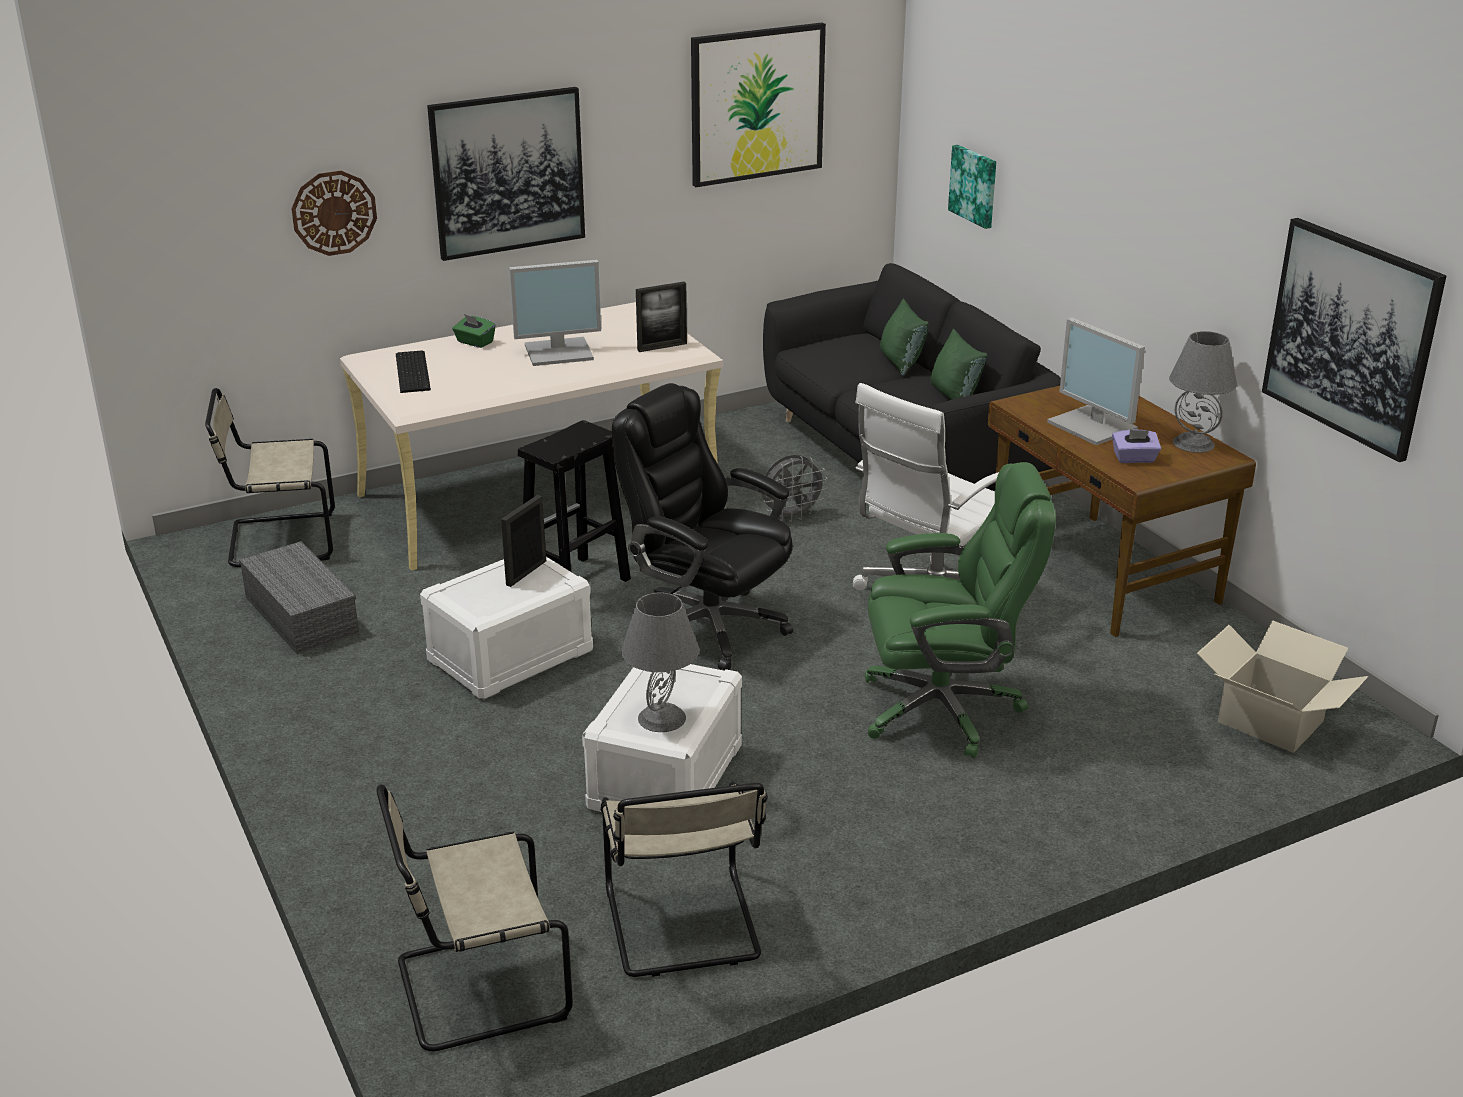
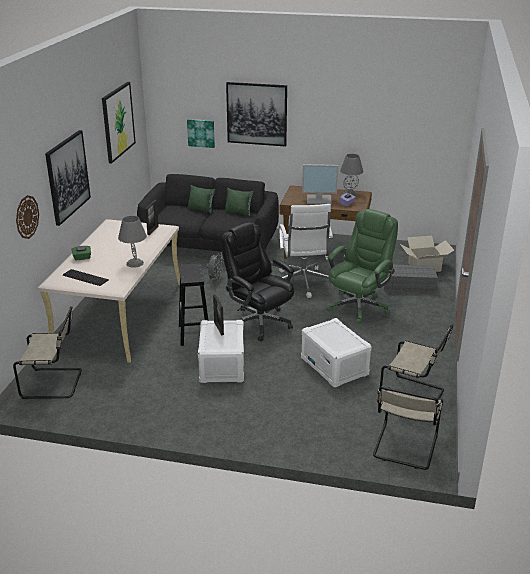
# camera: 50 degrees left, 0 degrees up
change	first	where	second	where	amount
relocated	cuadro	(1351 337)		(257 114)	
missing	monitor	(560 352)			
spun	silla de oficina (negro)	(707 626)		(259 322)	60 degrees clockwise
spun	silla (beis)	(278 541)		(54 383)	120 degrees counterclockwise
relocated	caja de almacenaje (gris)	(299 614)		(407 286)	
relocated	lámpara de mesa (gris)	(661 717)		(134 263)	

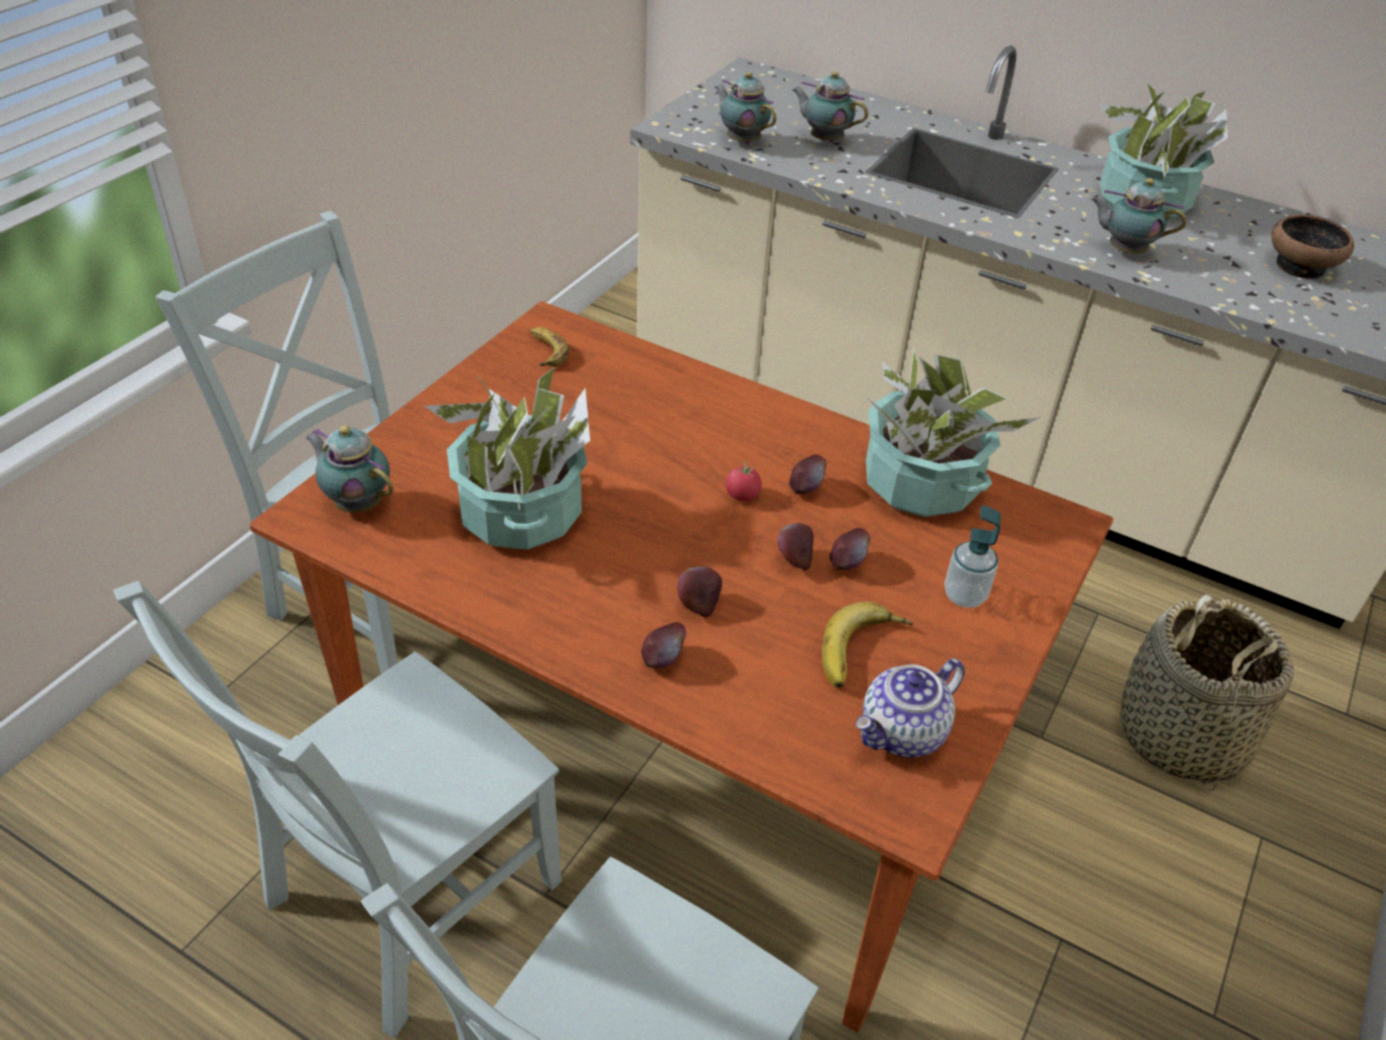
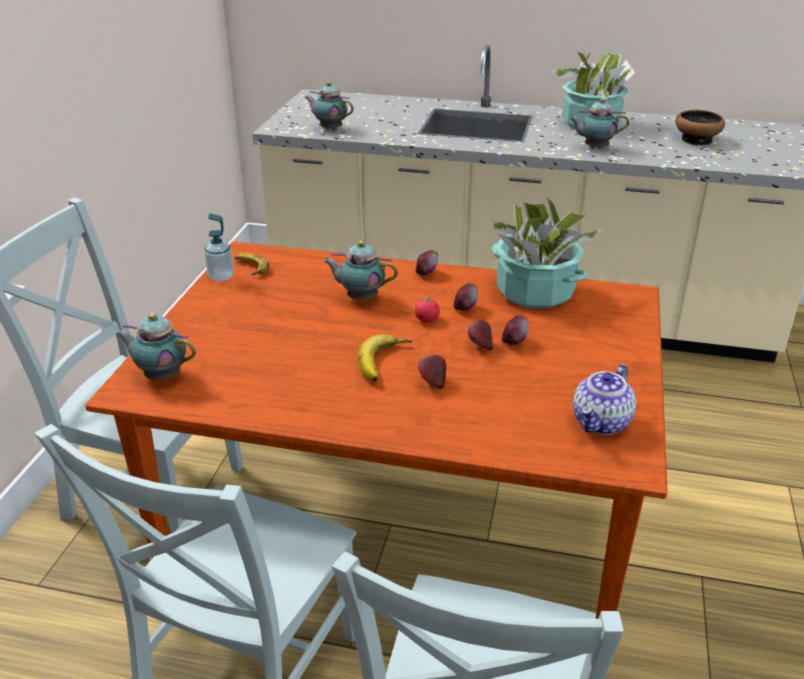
# camera: 15 degrees left, 10 degrees down
change	first	where	second	where	amount
relocated	tetera	(824 139)		(360 298)	
missing	planta en maceta	(521 514)			
relocated	dispensador de jabón	(964 596)		(221 277)	
missing	cesta	(1180 736)			
relocated	plátano	(863 652)		(385 363)	
relocated	manzana	(662 659)		(426 273)	

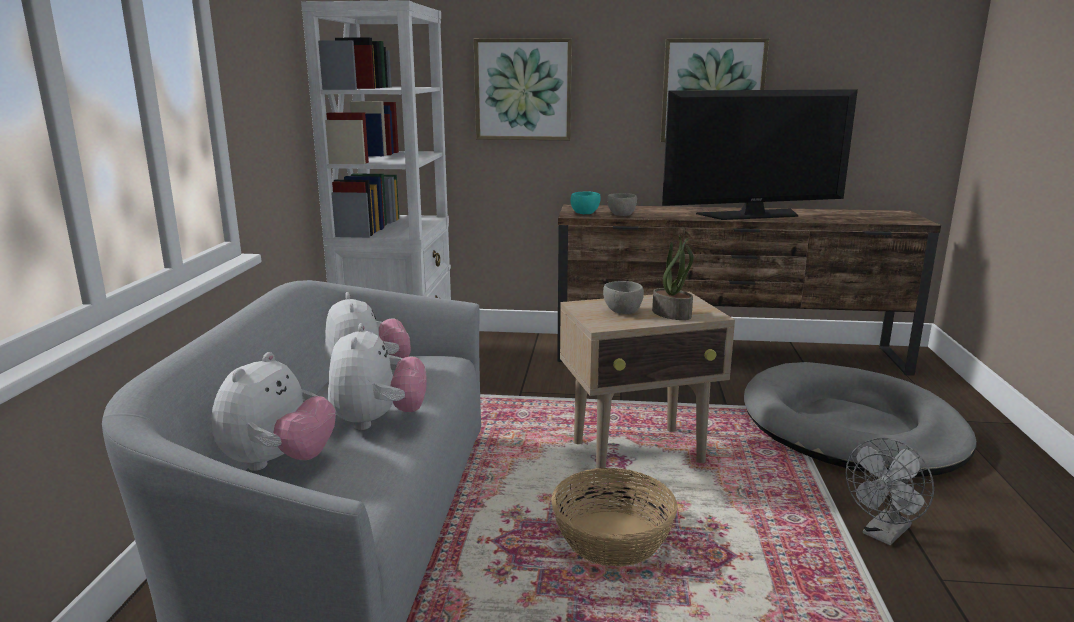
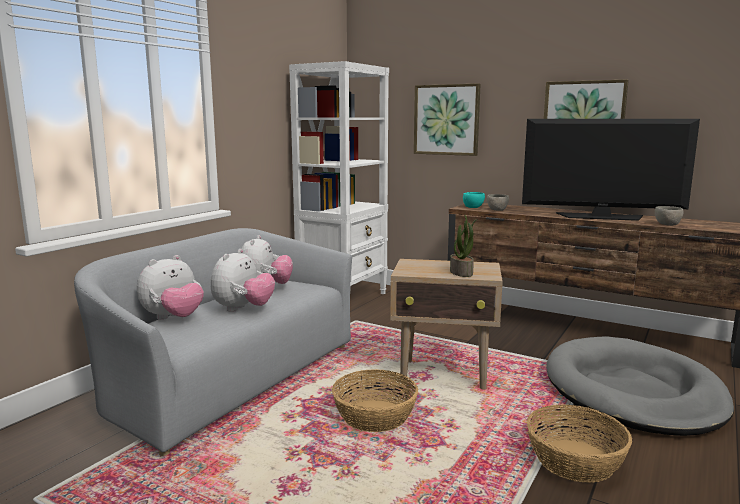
# camera: 25 degrees right, 5 degrees down
change	first	where	second	where	amount
relocated	cuenco (gris)	(622 311)		(667 224)	
exchanged	ventilador (gris)	(883 534)	cesta	(575 460)	

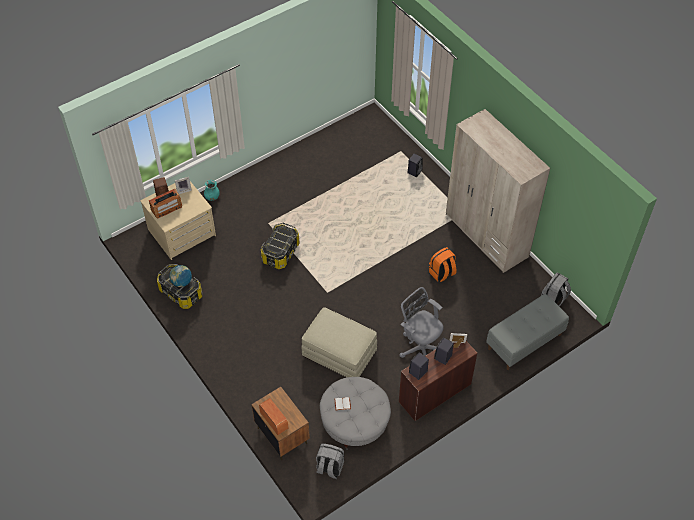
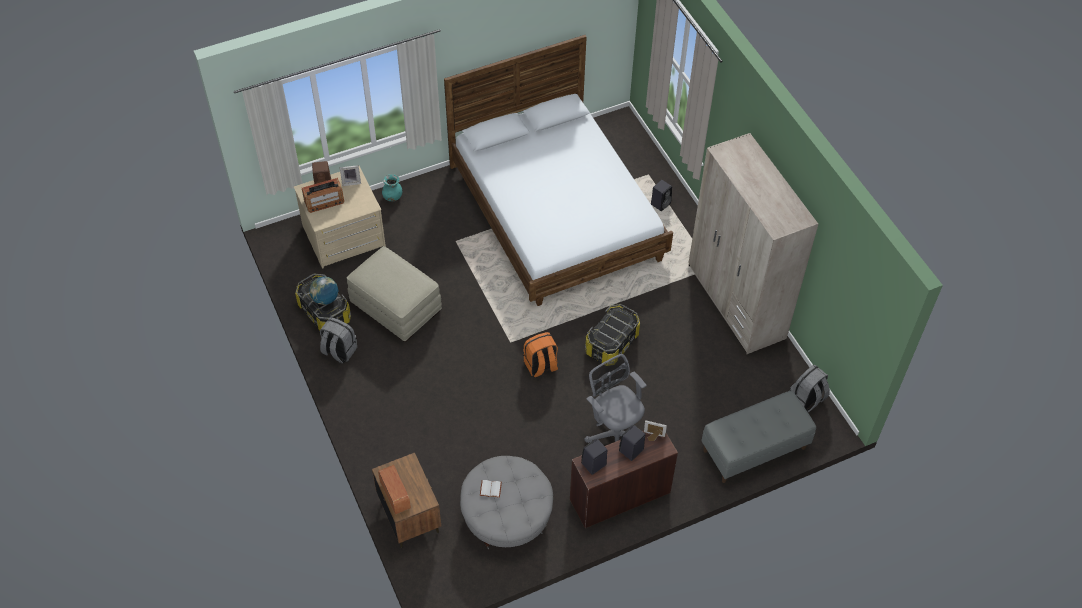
# camera: 10 degrees right, 0 degrees up
change	first	where	second	where	amount
relocated	caja de almacenaje	(280 252)		(611 343)	
relocated	mochila (naranja)	(442 273)		(540 366)	
relocated	puf (beis)	(339 354)		(395 307)	
relocated	mochila (gris)	(329 468)		(339 351)	
appeared			cama	(556 211)	

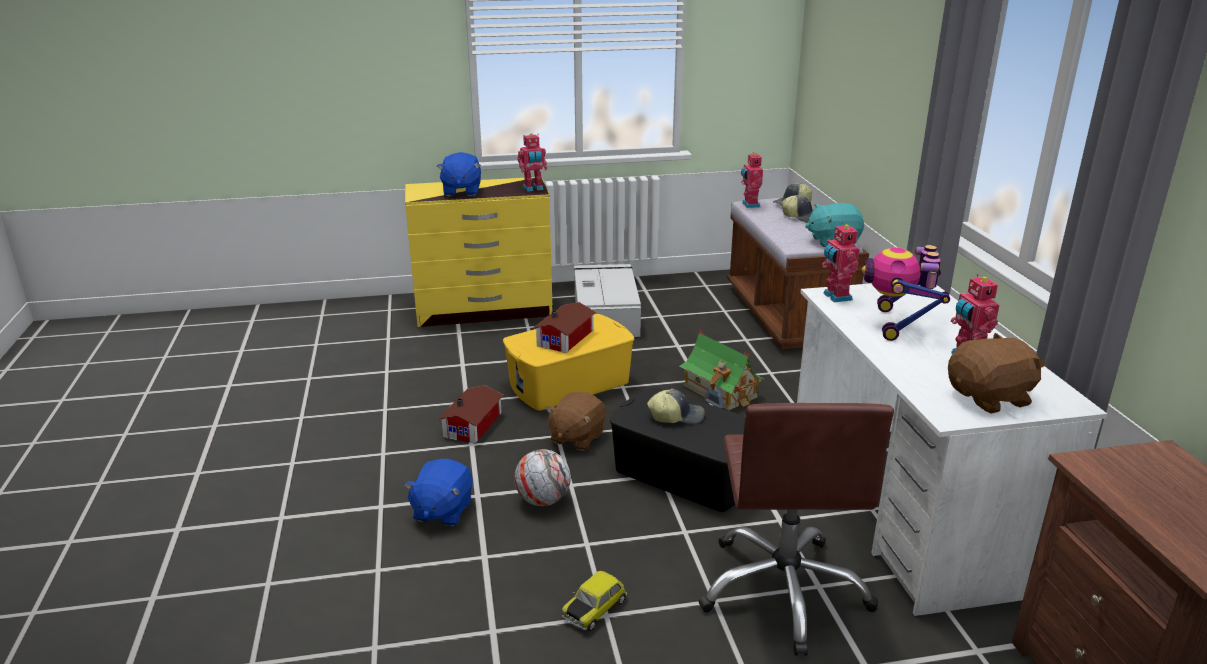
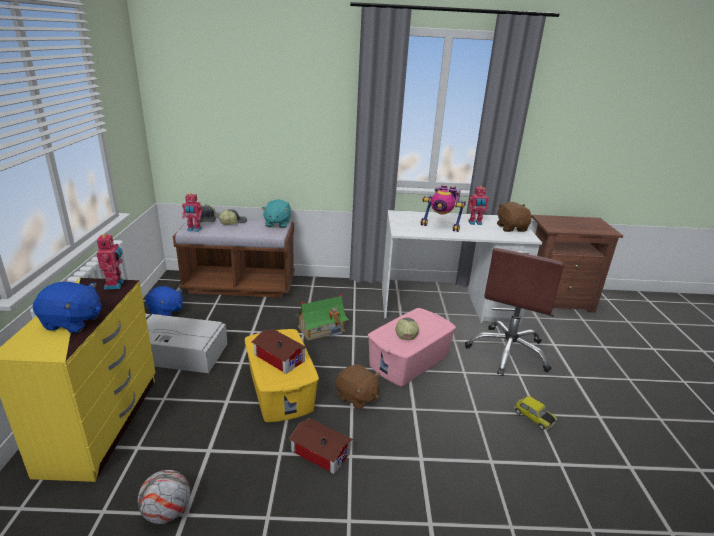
# camera: 80 degrees left, 0 degrees up
change	first	where	second	where	amount
missing	robot de juguete	(835 297)			
colour	caja de almacenaje (negro)	(685 474)	caja de almacenaje (rosa)	(409 361)	
spun	silla de oficina (marrón)	(784 590)		(508 352)	105 degrees clockwise
relocated	balón de fútbol	(543 500)		(167 512)	
relocated	peluche (azul)	(442 511)		(166 311)	

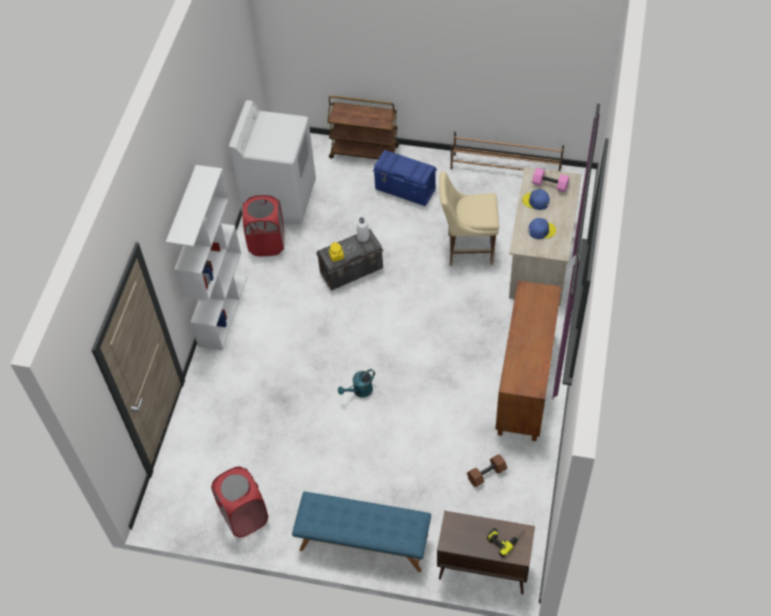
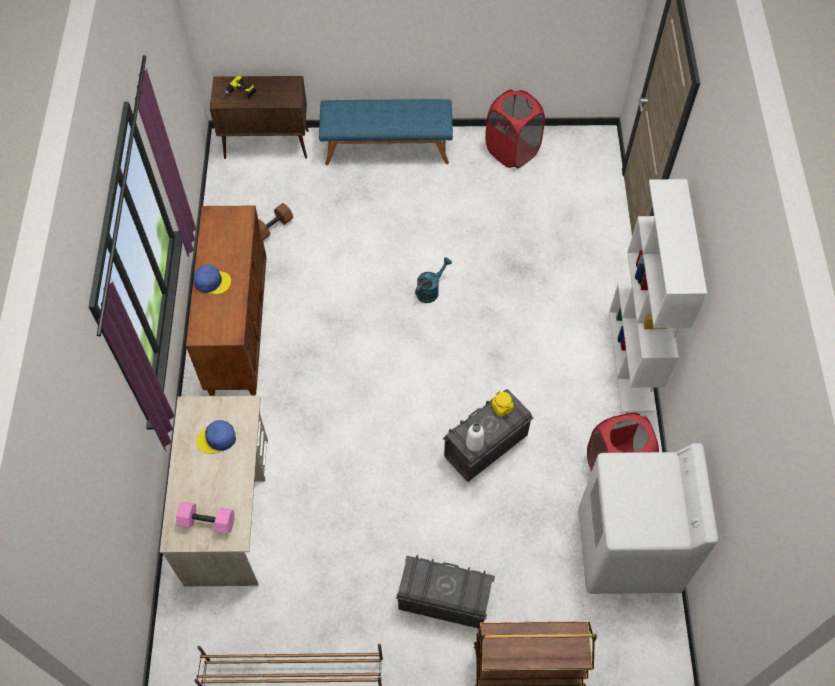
# camera: 165 degrees right, 5 degrees up
change	first	where	second	where	amount
colour	caja de almacenaje (azul)	(405 190)	caja de almacenaje (gris)	(444 600)	
missing	silla (beis)	(467 248)			
relocated	gorra (azul)	(536 201)		(212 281)	

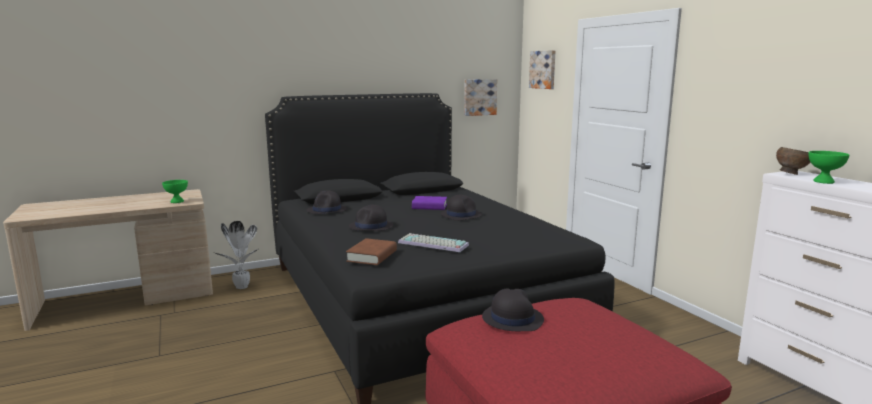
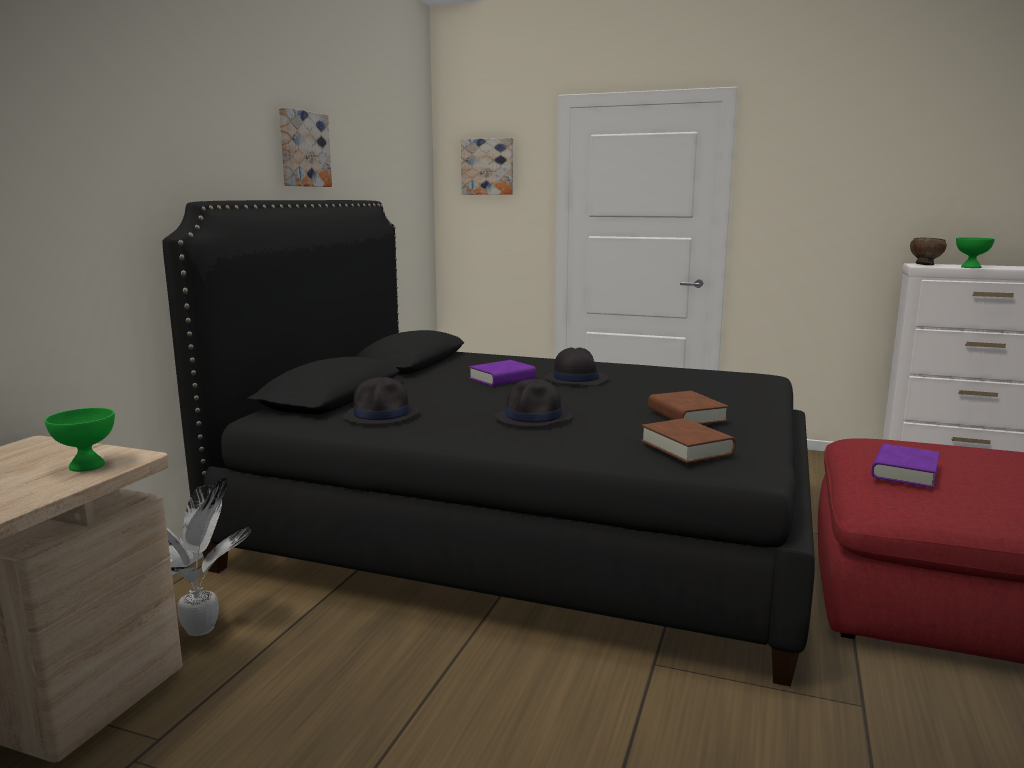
# camera: 45 degrees left, 0 degrees up
change	first	where	second	where	amount
relocated	cuadro	(479 97)		(303 149)	
exchanged	teclado	(431 244)	libro (marrón)	(686 415)	
exchanged	sombrero (negro)	(512 318)	libro (morado)	(904 472)	

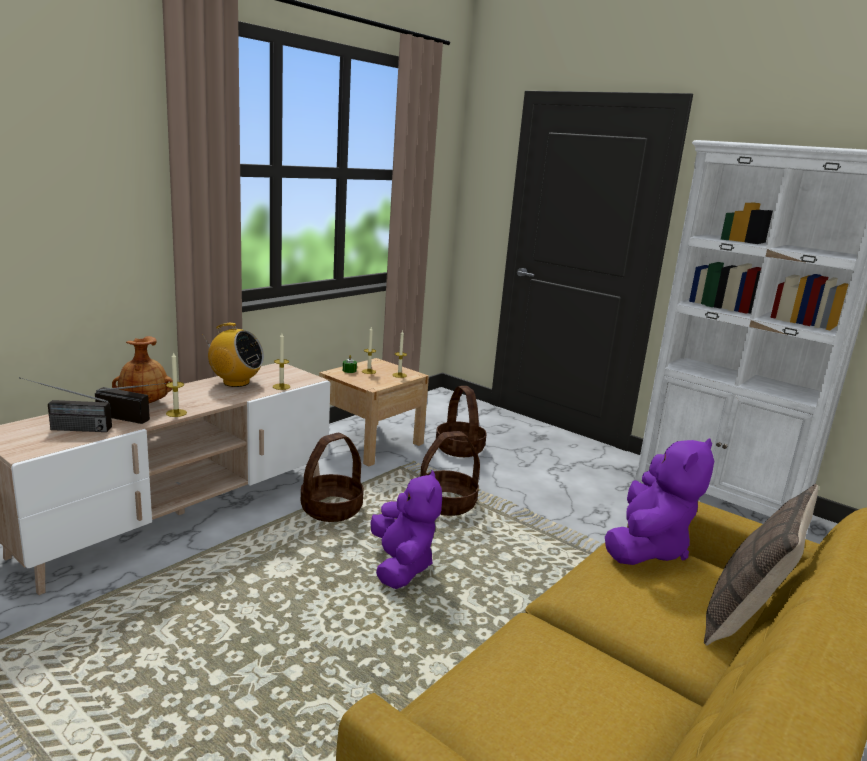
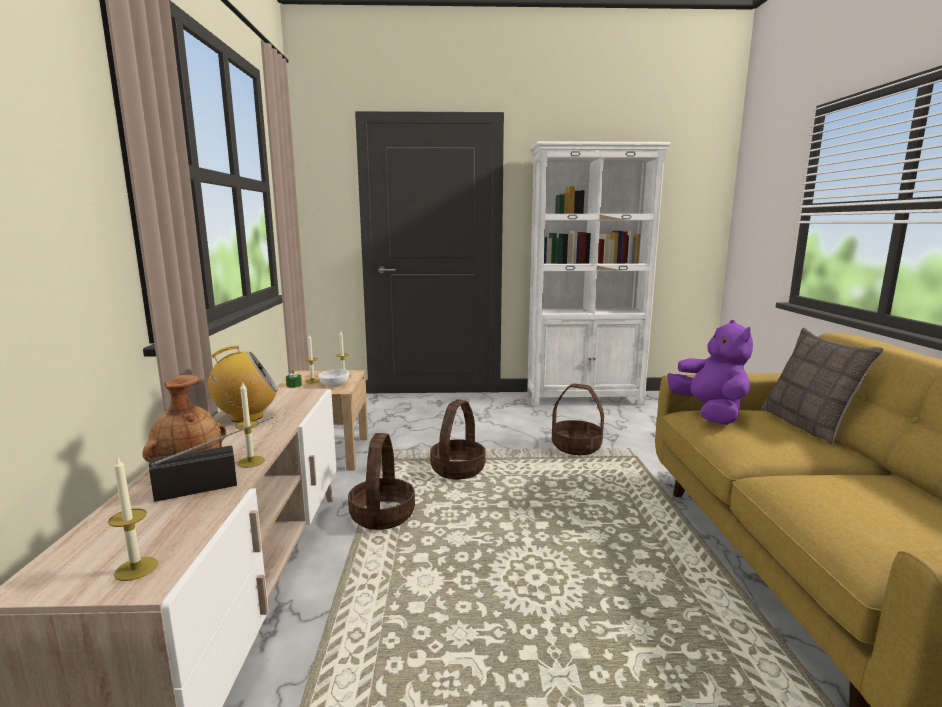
# camera: 40 degrees left, 5 degrees down
change	first	where	second	where	amount
relocated	vela	(281 386)		(136 568)	
missing	radio	(65 428)			
relocated	cesta	(460 448)		(576 447)	
missing	peluche (morado)	(401 566)			
appeared			cuenco (blanco)	(334 385)	

